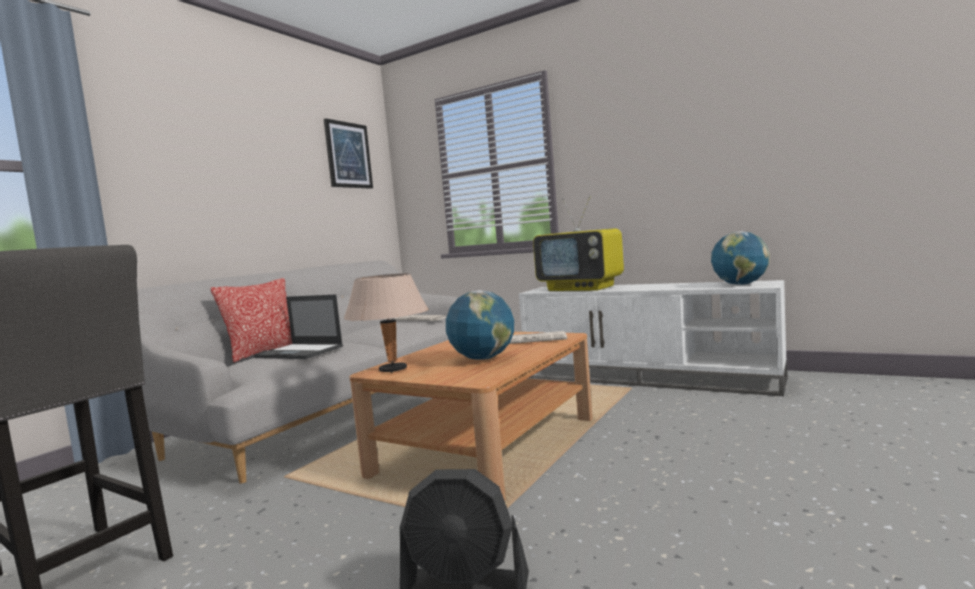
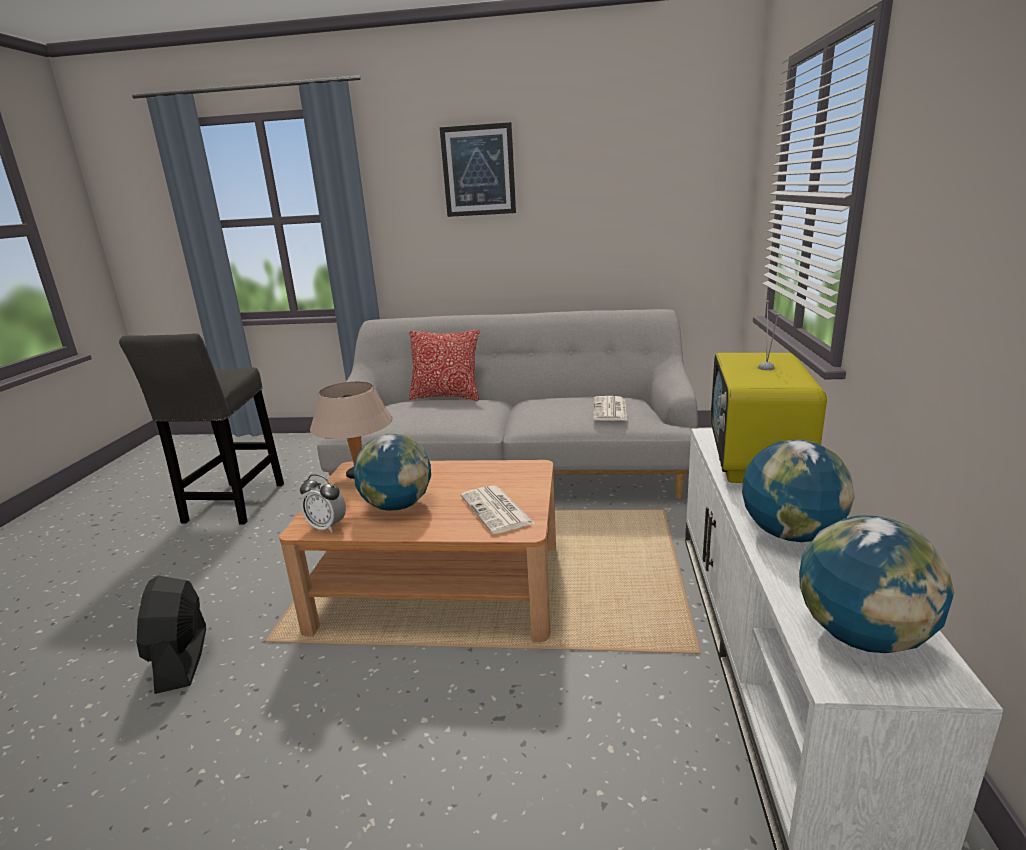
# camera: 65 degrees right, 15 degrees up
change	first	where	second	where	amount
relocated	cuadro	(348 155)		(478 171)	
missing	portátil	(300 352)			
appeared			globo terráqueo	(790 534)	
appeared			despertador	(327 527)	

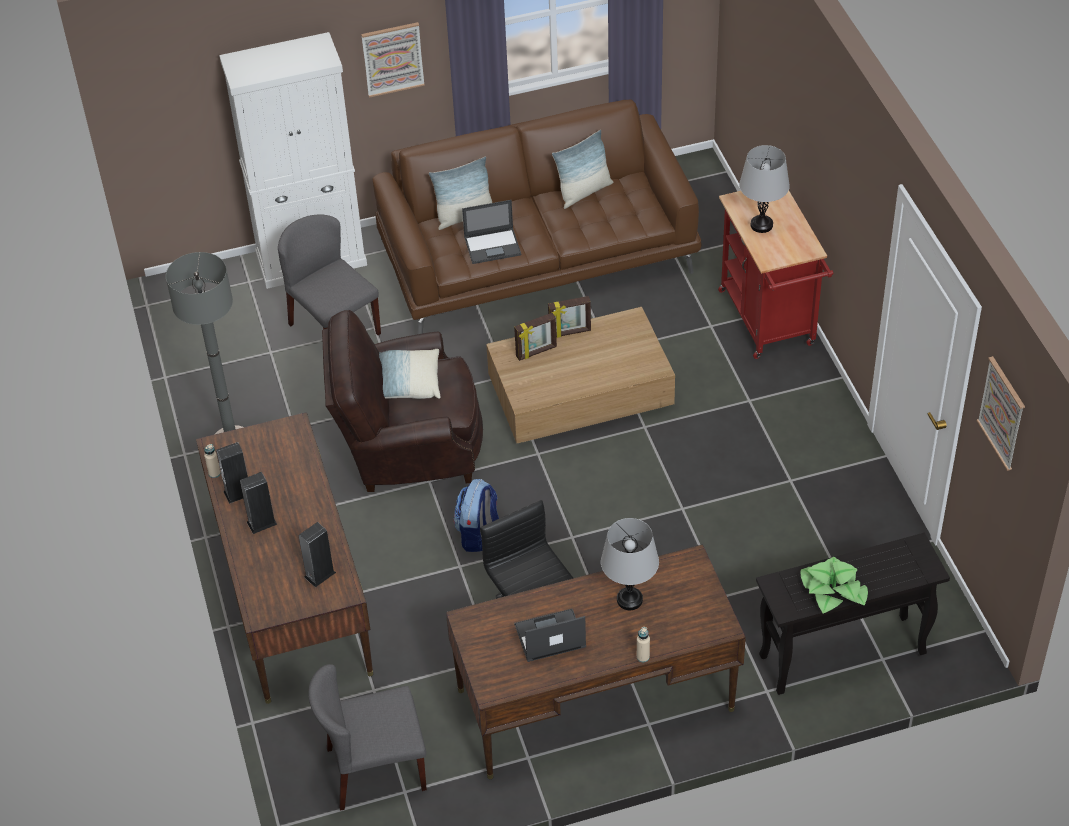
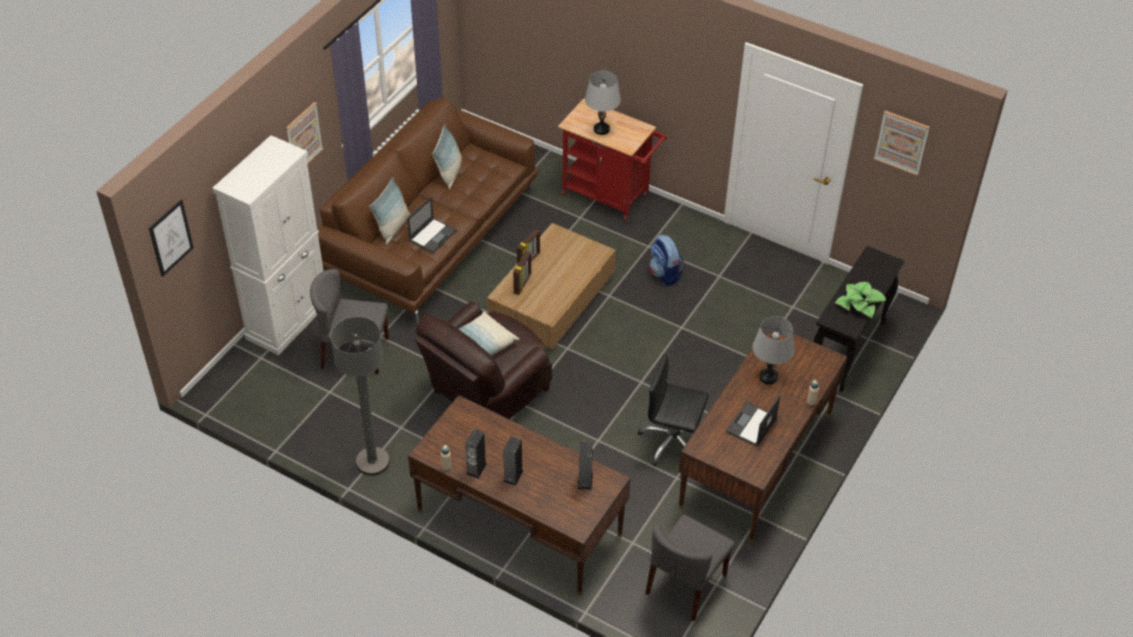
# camera: 45 degrees left, 0 degrees up
change	first	where	second	where	amount
relocated	mochila	(478 534)		(665 274)	
appeared			cuadro	(171 238)	

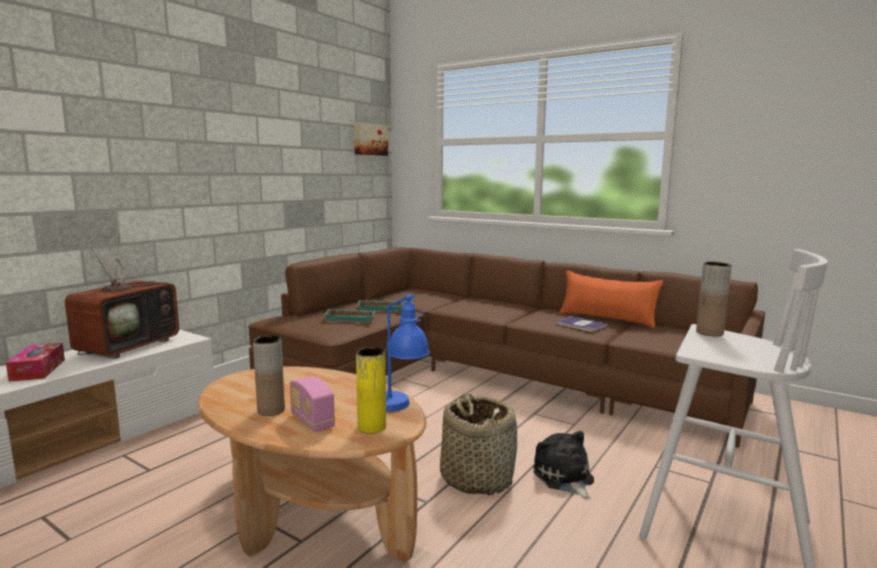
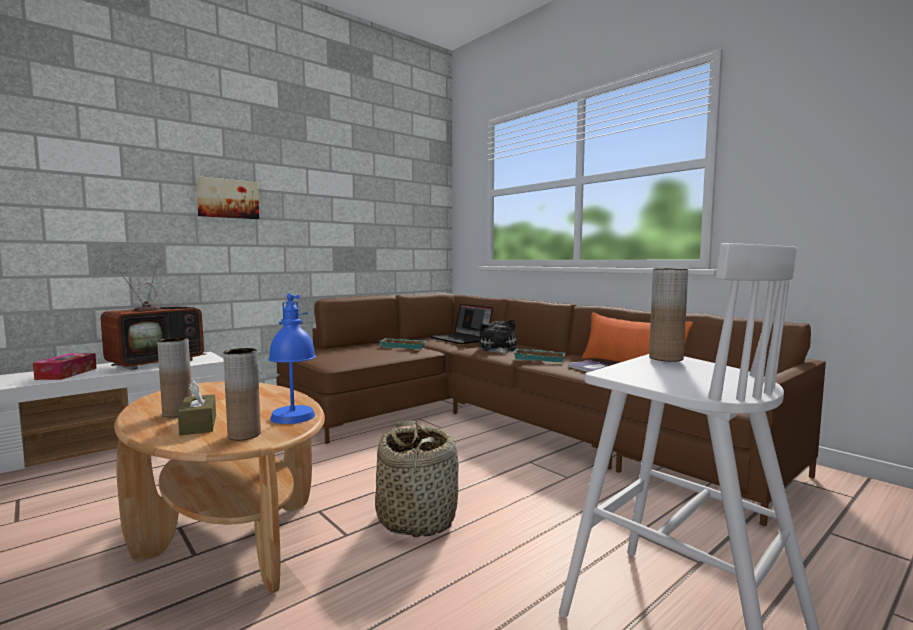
# camera: 15 degrees right, 5 degrees down
change	first	where	second	where	amount
relocated	cuadro	(370 139)		(227 198)	
relocated	bandeja (turquesa)	(351 318)		(540 358)	
colour	florero (amarillo)	(372 427)	florero (marrón)	(244 435)	
exchanged	radio	(312 421)	caja de pañuelos (marrón)	(198 425)	
relocated	peluche	(564 478)		(498 349)	
appeared			portátil	(462 339)	

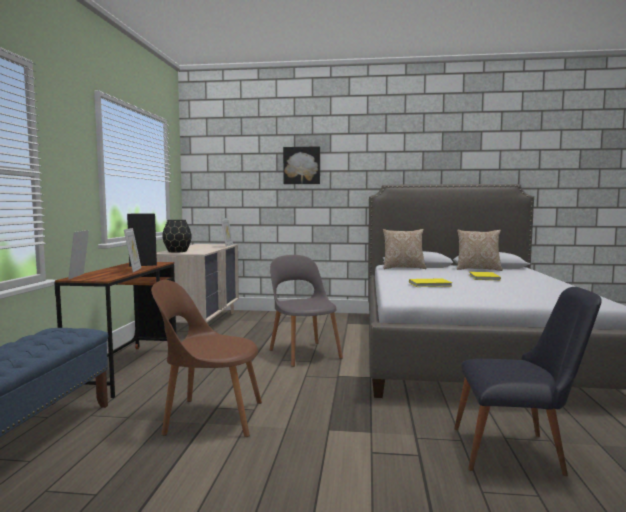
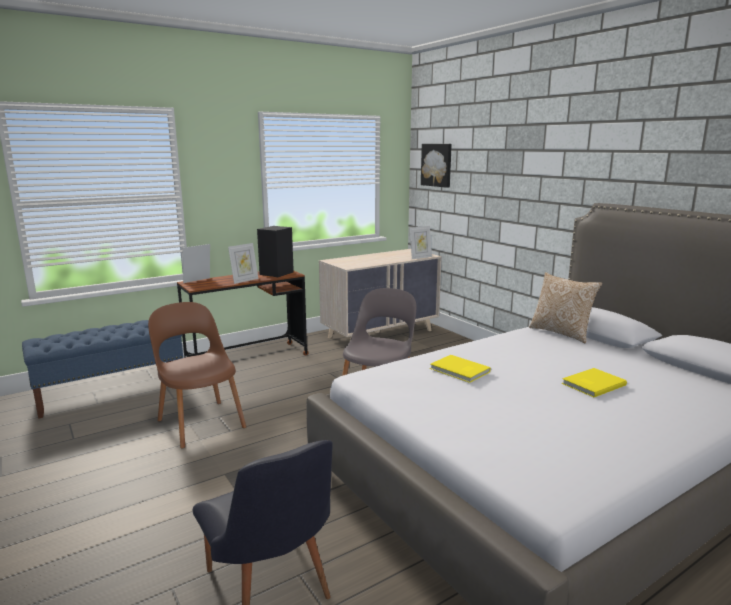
# camera: 50 degrees right, 10 degrees up
change	first	where	second	where	amount
relocated	cuadro	(302 165)		(437 165)	
missing	florero (negro)	(177 251)			
missing	cojín	(478 269)			

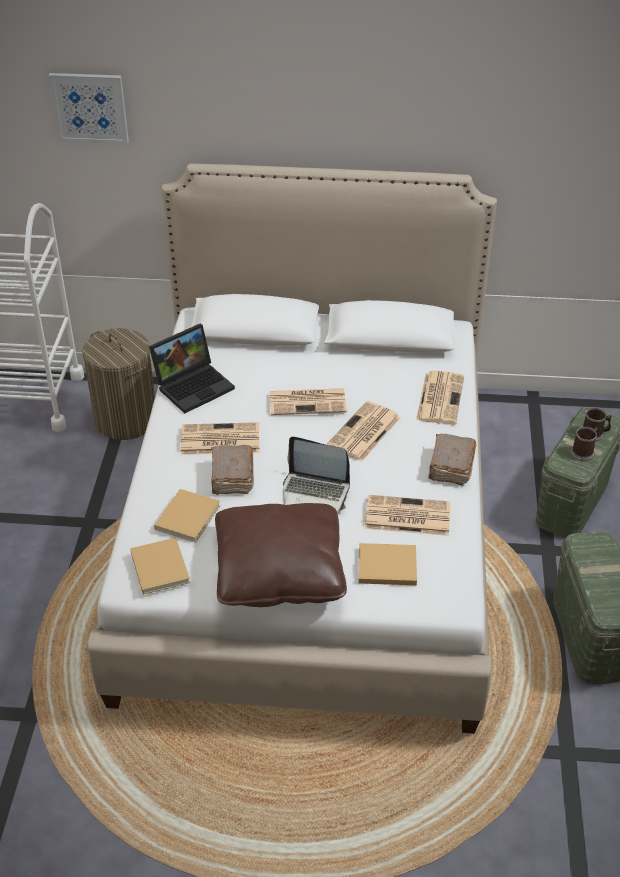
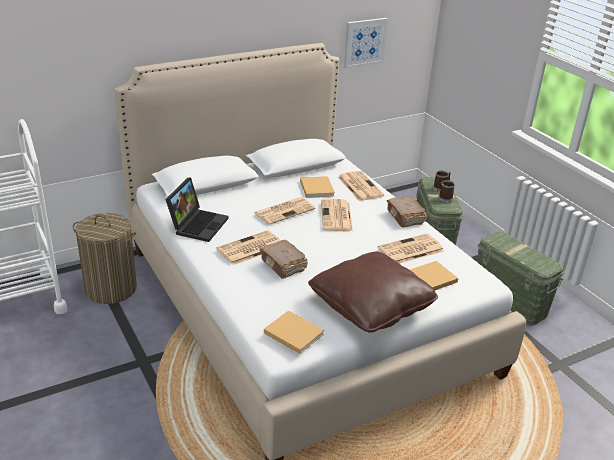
# camera: 35 degrees left, 10 degrees down
change	first	where	second	where	amount
relocated	cuadro	(90 108)		(364 42)	
missing	portátil	(315 492)			
relocated	libro (beis)	(189 516)		(316 188)	

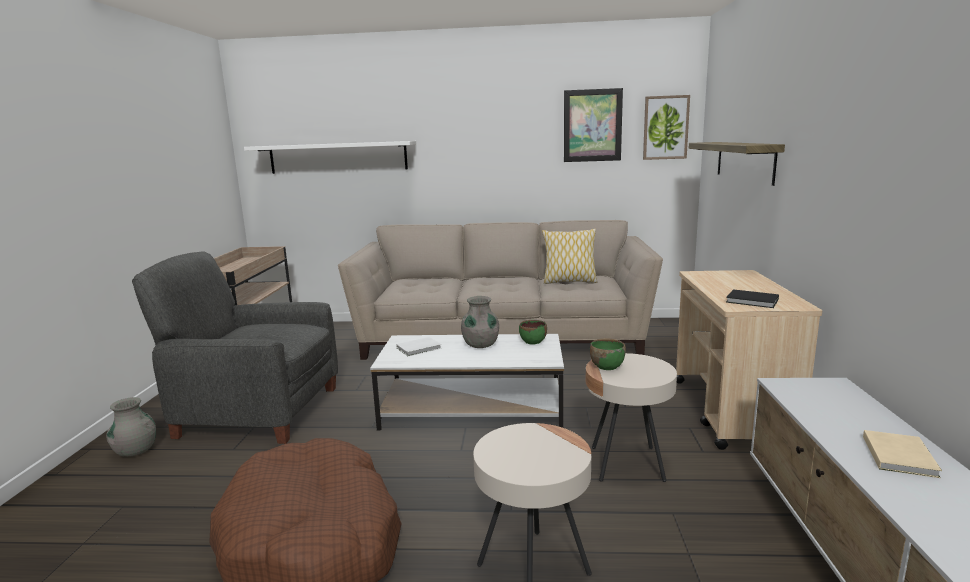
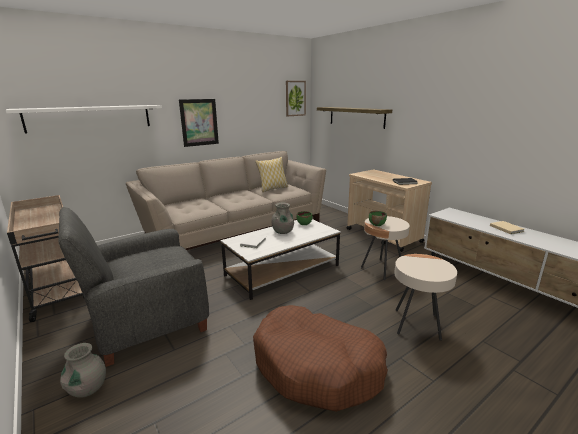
# camera: 40 degrees left, 5 degrees up
change	first	where	second	where	amount
relocated	cuadro	(592 125)		(199 122)	

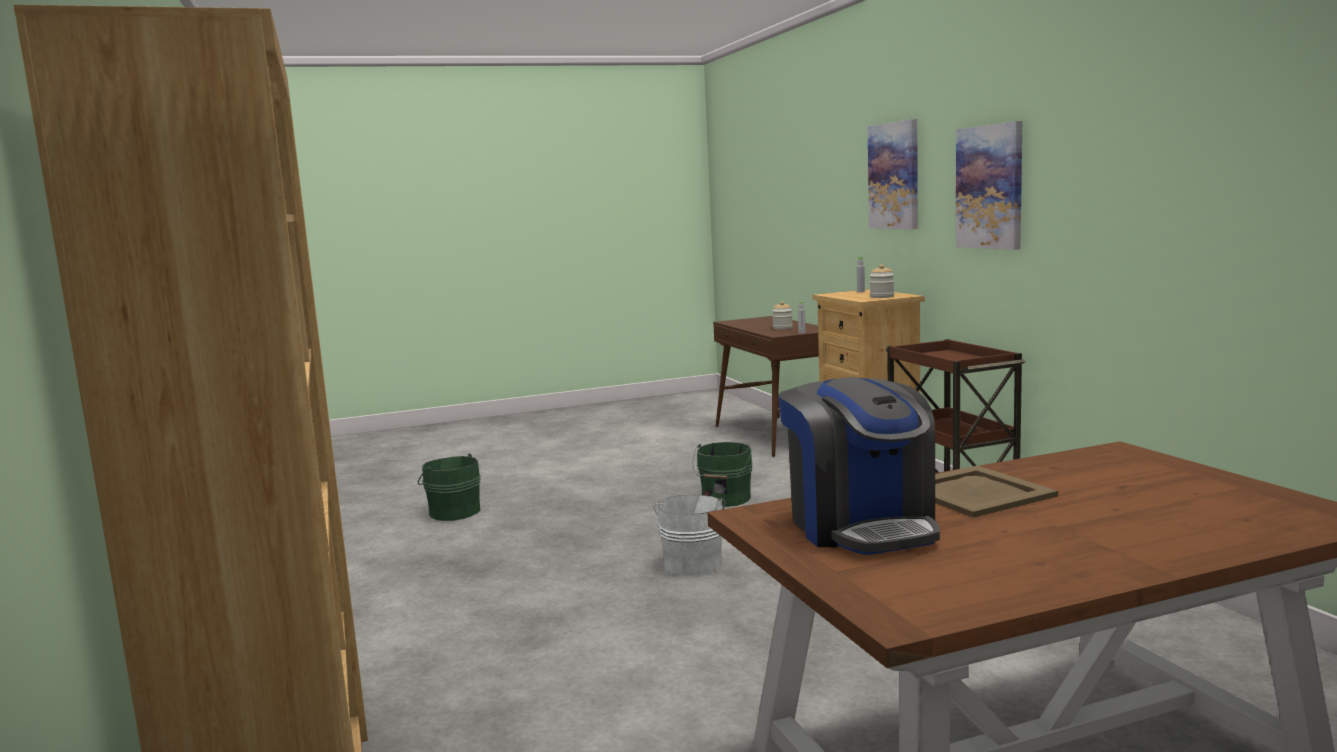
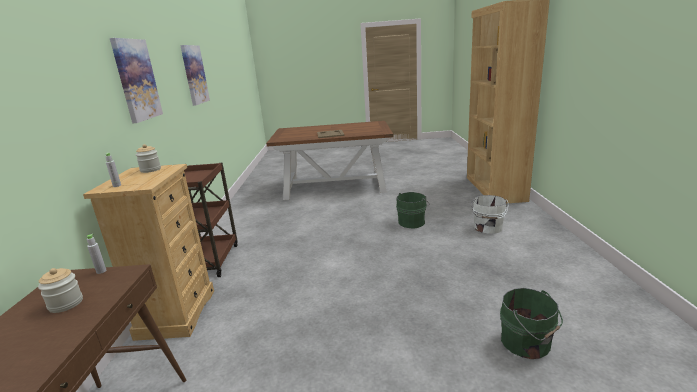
# camera: 160 degrees left, 10 degrees up
change	first	where	second	where	amount
relocated	cuadro	(894 176)		(194 74)	
missing	cafetera	(861 526)			
relocated	cubo (verde)	(725 499)		(412 222)	
relocated	cubo (blanco)	(693 562)		(487 228)	

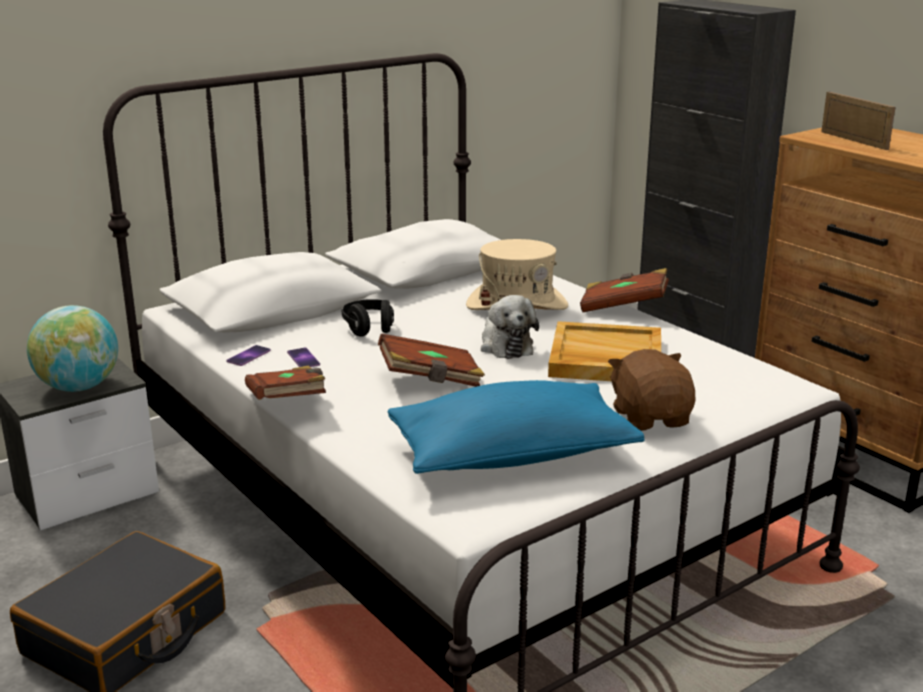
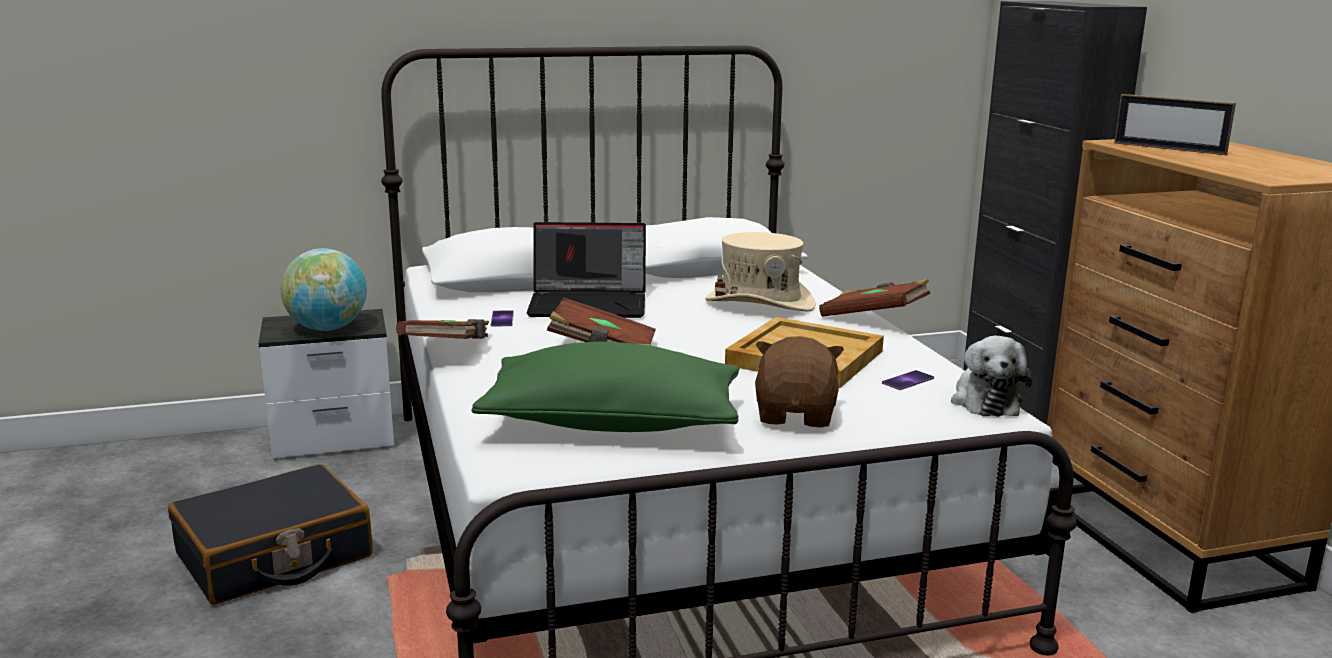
# camera: 20 degrees right, 5 degrees down
change	first	where	second	where	amount
spun	portarretratos	(853 140)		(1169 148)	135 degrees clockwise
relocated	peluche	(505 345)		(985 401)	
exchanged	auriculares (negro)	(369 329)	portátil	(590 304)	
relocated	móvil	(248 356)		(907 380)	
colour	cojín (azul)	(512 455)	cojín (verde)	(612 423)	

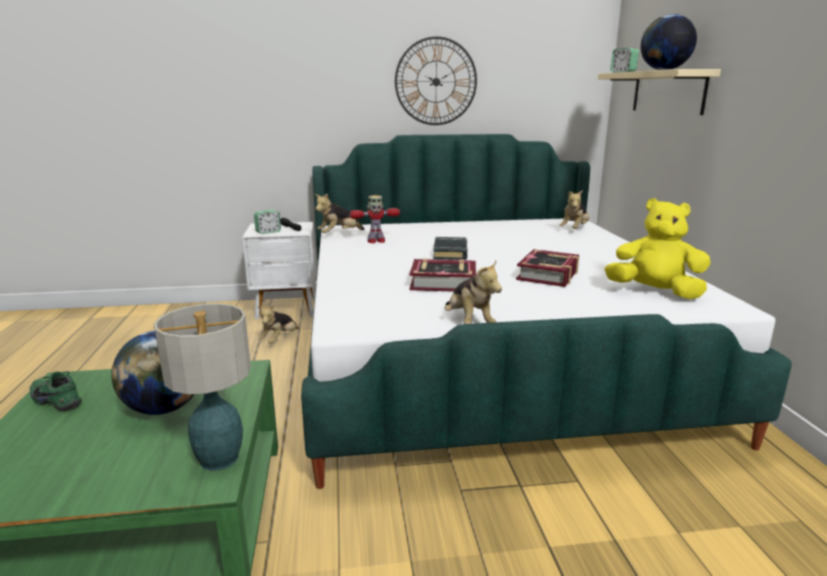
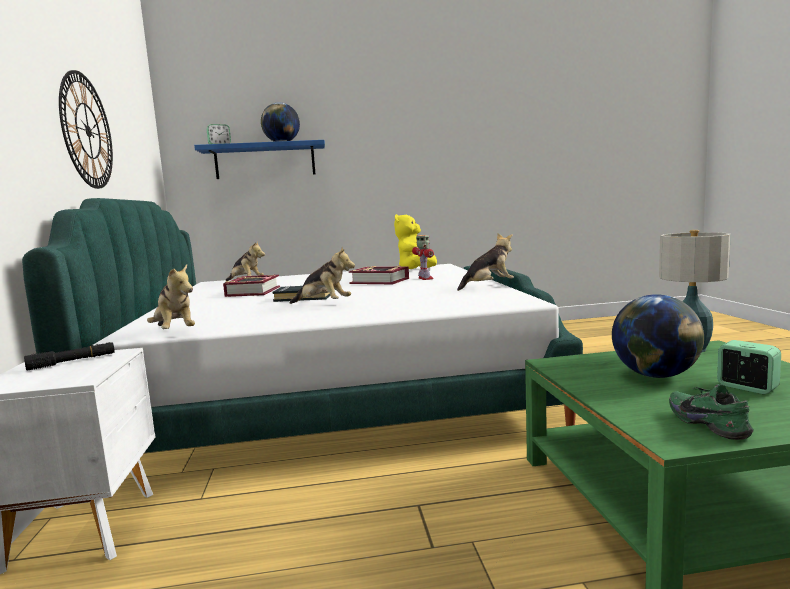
# camera: 90 degrees left, 10 degrees down
change	first	where	second	where	amount
colour	estante (beis)	(667 92)	estante (azul)	(265 161)	
relocated	robot de juguete	(375 241)		(425 278)	
relocated	despertador	(268 232)		(746 387)	
relocated	libro	(443 283)		(252 292)	
relocated	peluche	(279 340)		(323 304)	
spun	zapato (verde)	(59 400)		(709 424)	135 degrees clockwise

